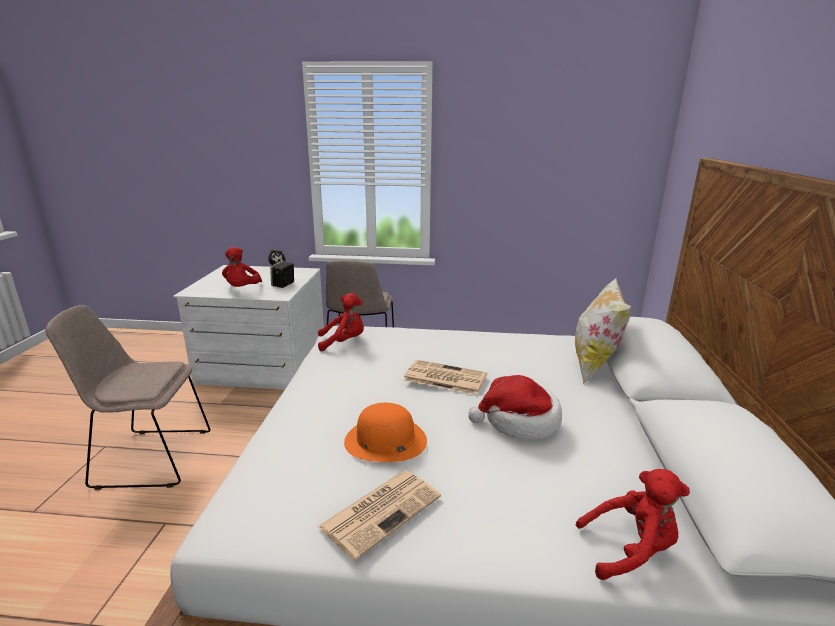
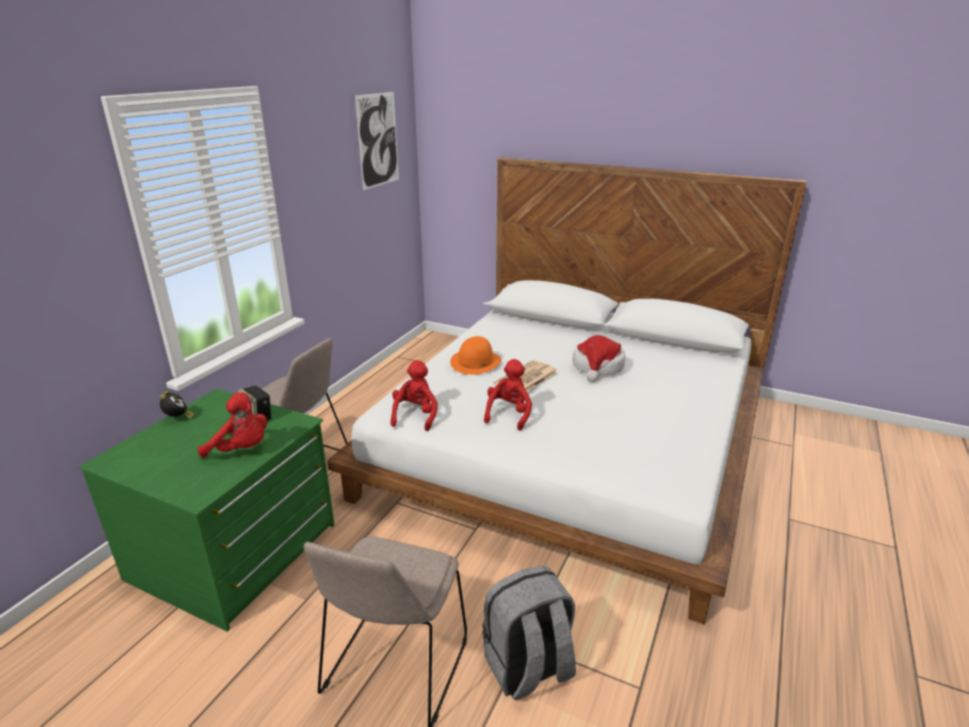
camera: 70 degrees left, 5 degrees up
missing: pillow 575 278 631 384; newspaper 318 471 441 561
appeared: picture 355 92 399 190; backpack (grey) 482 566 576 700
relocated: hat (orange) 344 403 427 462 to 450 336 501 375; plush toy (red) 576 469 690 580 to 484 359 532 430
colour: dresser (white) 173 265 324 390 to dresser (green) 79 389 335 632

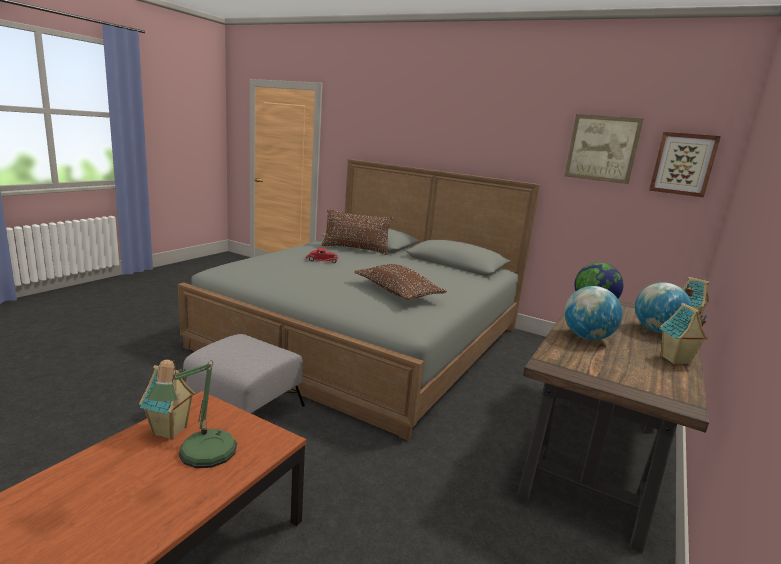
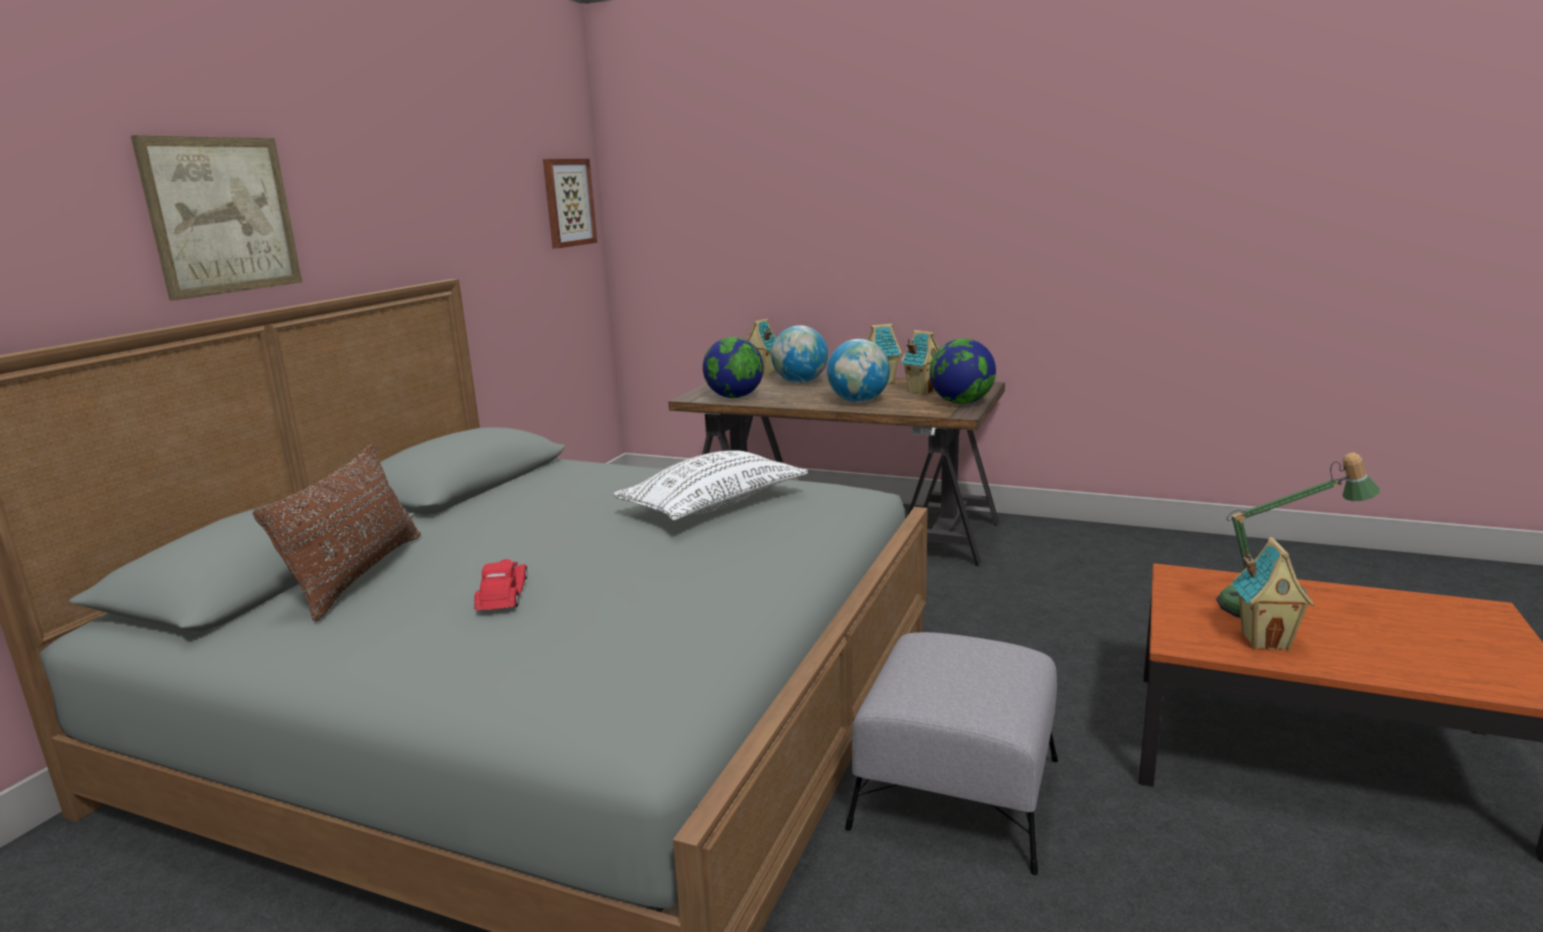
camera: 95 degrees left, 0 degrees up
appeared: toy house 901 330 939 395; globe 930 339 996 404
relocated: picture 564 114 644 184 to 131 135 302 301
colour: pillow (brown) 354 264 447 300 to pillow (white) 614 450 808 521

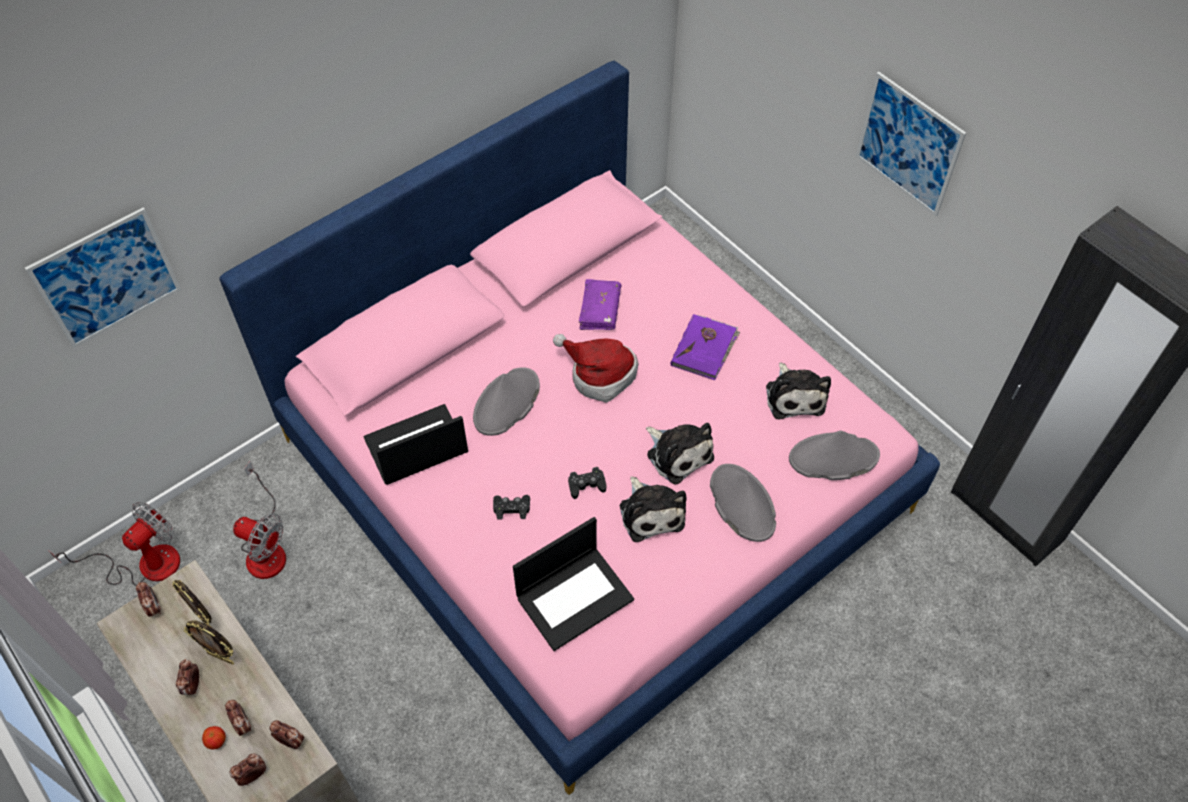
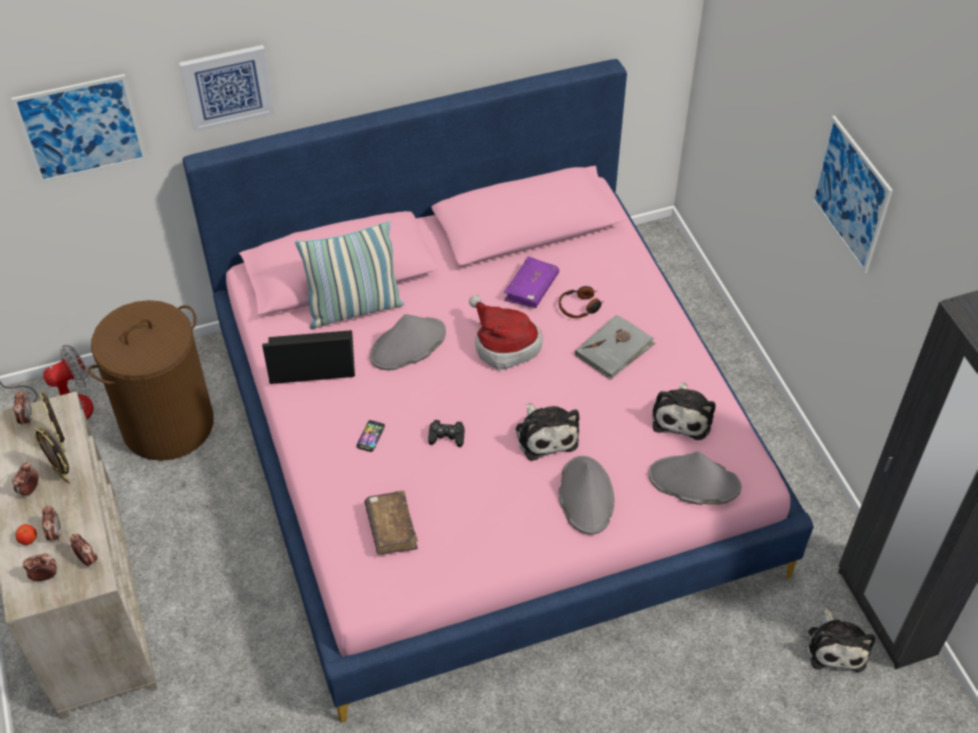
camera: 20 degrees right, 5 degrees down
appeared: picture 179 45 275 132; pillow 295 221 404 329; headphones 559 286 604 318
relocated: plush toy 619 476 687 542 to 807 608 875 672
exchanged: fan 233 461 286 579 to laundry basket (brown) 88 300 214 461; game controller (black) 493 495 530 520 to phone 356 420 385 452; laptop 513 517 634 651 to book (brown) 364 491 418 555
colour: book (purple) 671 314 740 380 to book (grey) 575 315 656 380

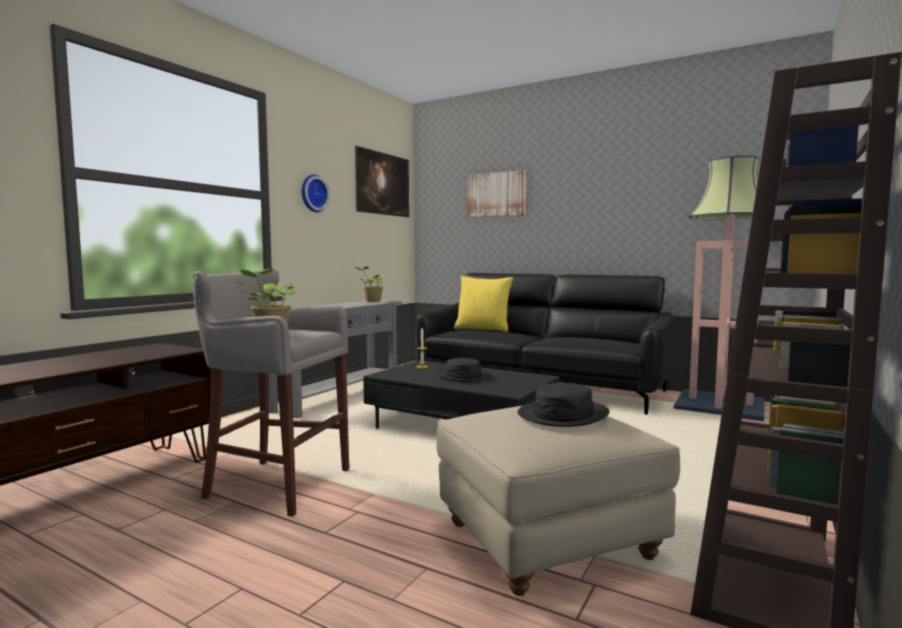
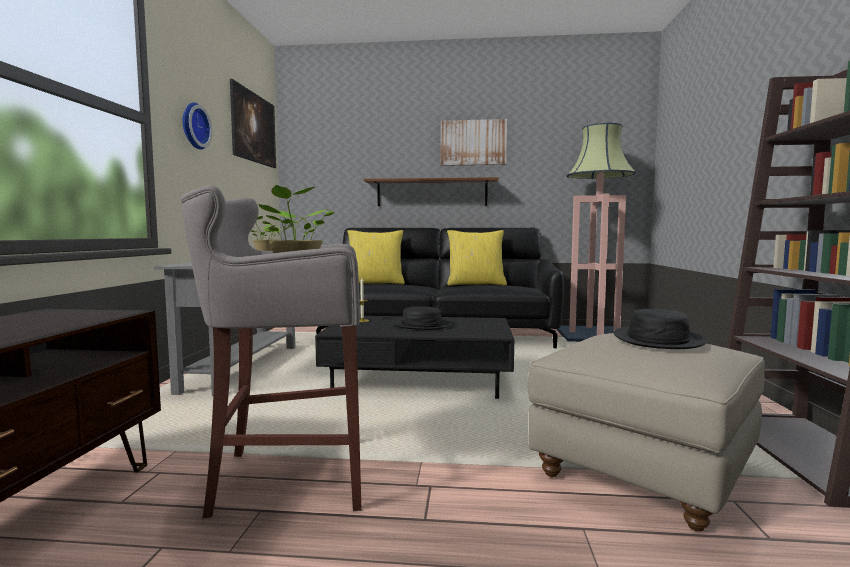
camera: 25 degrees left, 0 degrees up
appeared: shelf 364 177 499 206; pillow (yellow) 447 230 507 286
relocated: picture 467 170 527 217 to 441 119 507 166

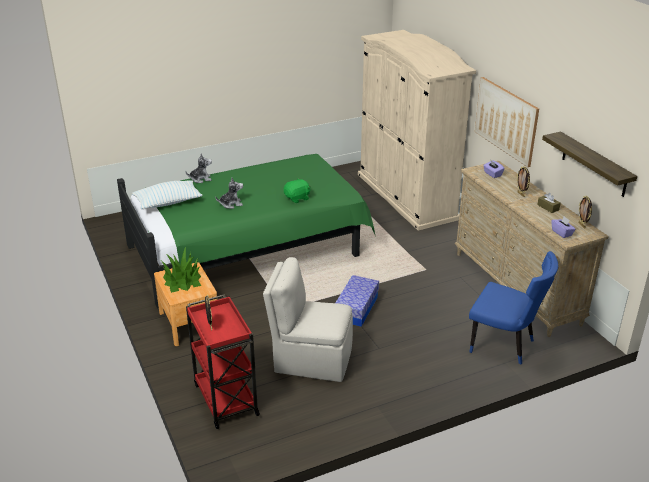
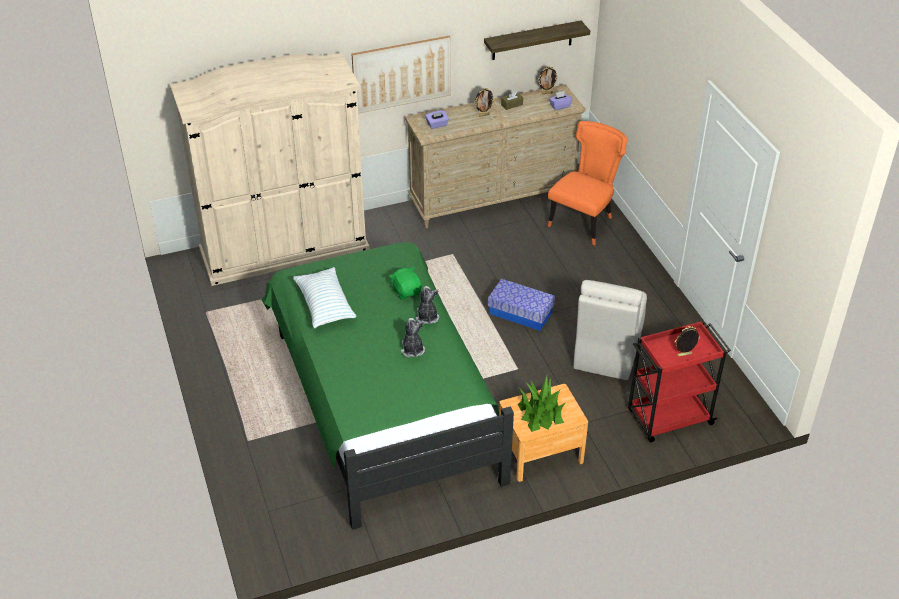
camera: 85 degrees left, 10 degrees up
relocated: plush toy 185 153 212 183 to 416 286 439 324; pillow 132 180 202 209 to 293 267 357 328
colour: chair (blue) 469 251 558 365 to chair (orange) 548 121 627 245

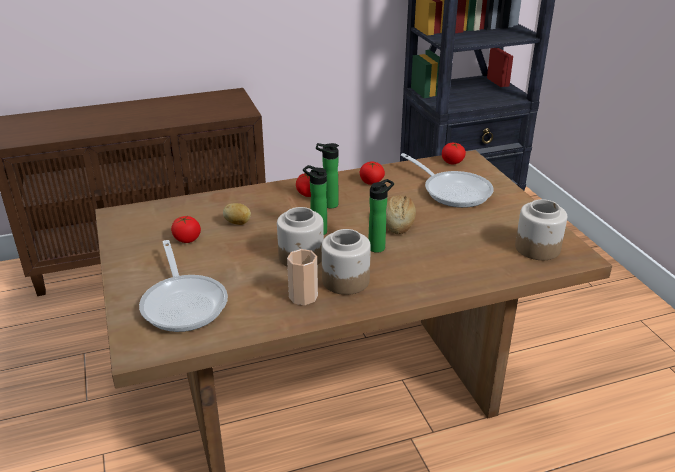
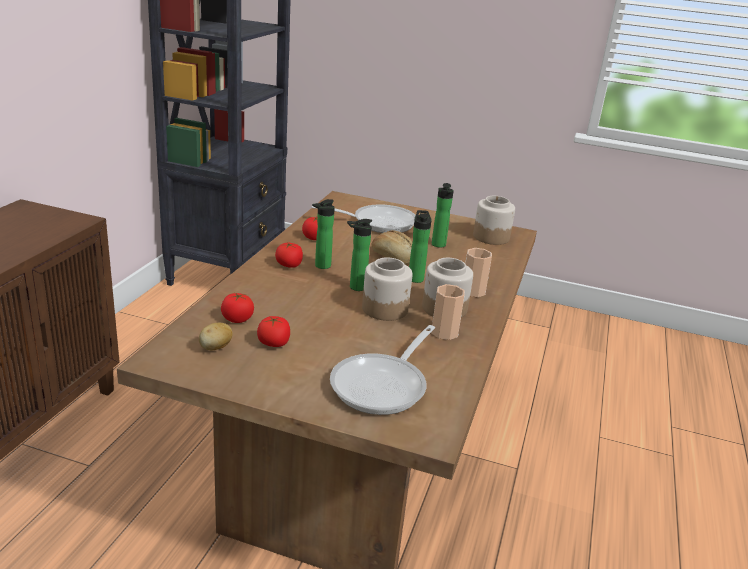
camera: 55 degrees left, 5 degrees down
appeared: bottle 432 183 454 248; cup 465 248 492 297
relocated: tomato 442 143 466 164 to 221 293 254 323; potato 223 203 251 225 to 199 323 232 350
spun: frying pan 139 240 228 332 = 330 325 435 415 105 degrees clockwise

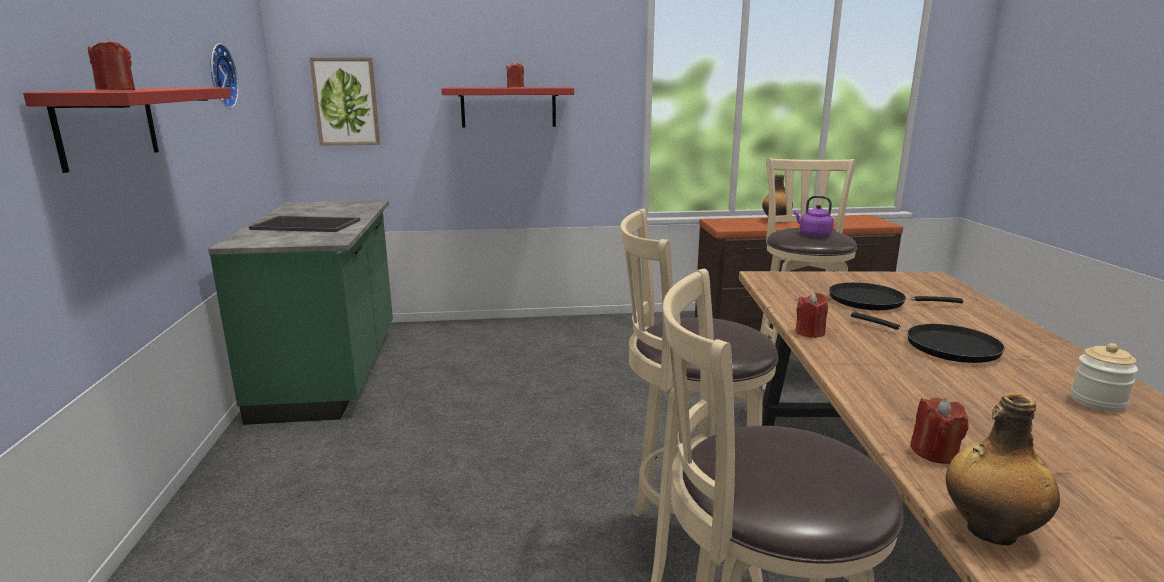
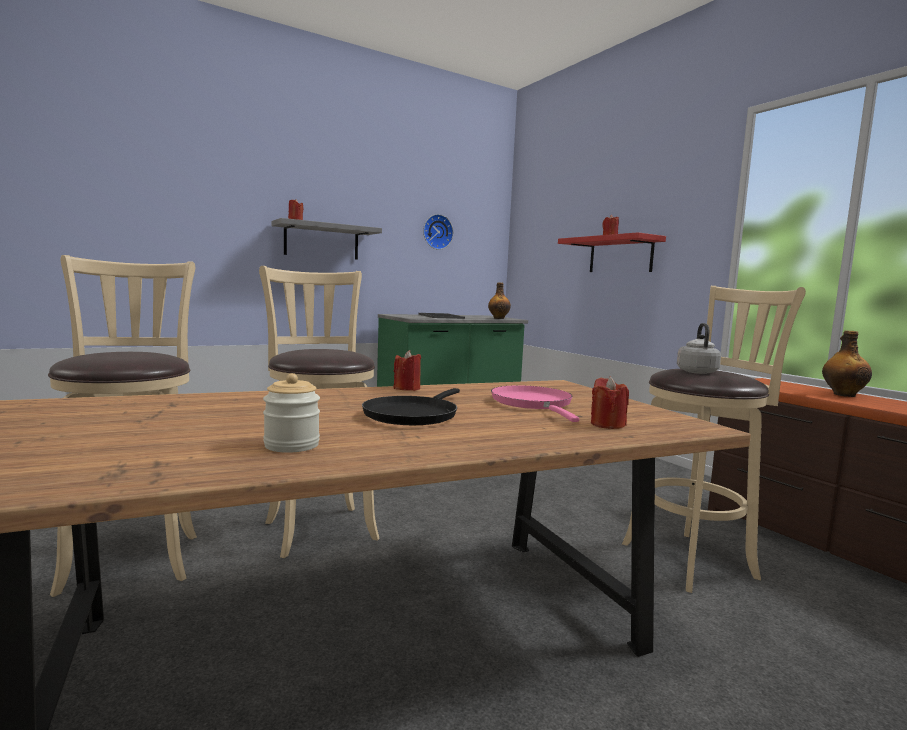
camera: 65 degrees right, 10 degrees down
missing: picture 309 58 380 145
relocated: bottle 946 392 1060 545 to 488 282 511 319; candle (red) 910 397 969 464 to 591 376 629 429
colour: shelf (red) 23 88 231 173 to shelf (grey) 271 218 382 260; kettle (purple) 793 196 834 237 to kettle (grey) 677 323 721 374; frying pan (black) 829 282 963 310 to frying pan (pink) 491 385 579 422

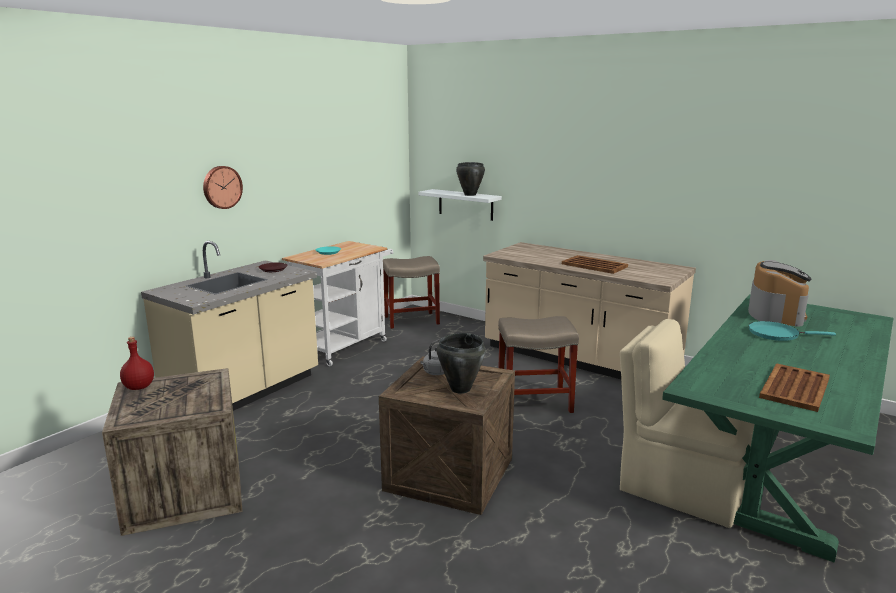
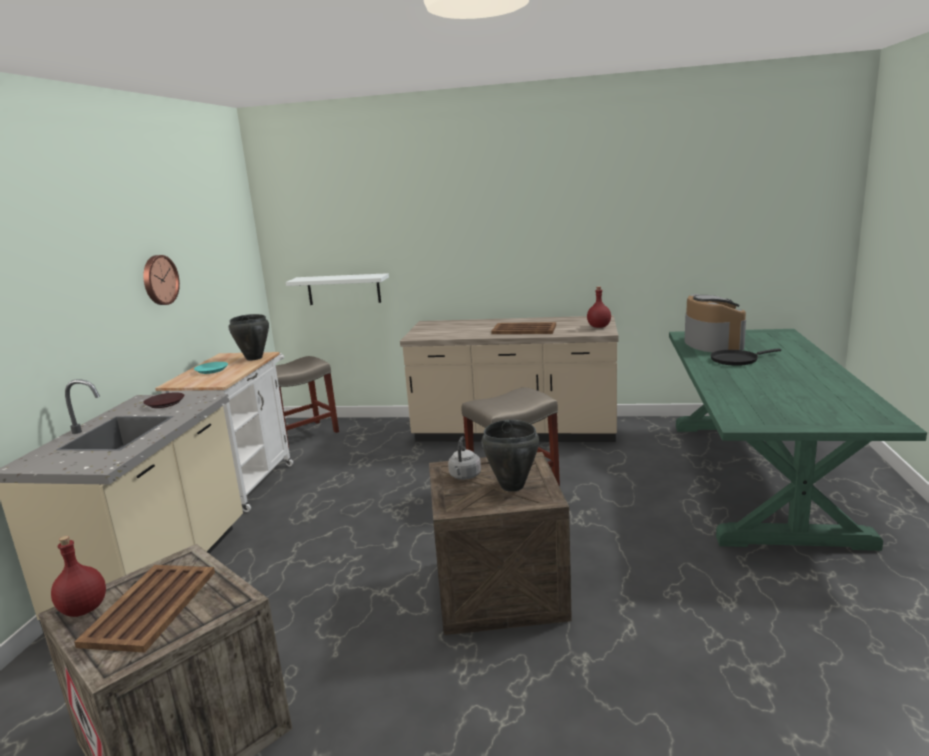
camera: 25 degrees left, 0 degrees up
missing: chair (beige) 620 319 754 528
appeared: bottle (red) 587 286 611 328
relocated: cooking pot (black) 456 162 485 196 to 229 314 269 361; wall clock 203 166 243 209 to 143 255 180 305; tray (brown) 759 363 830 412 to 74 565 215 653
colour: frying pan (turquoise) 749 321 836 341 to frying pan (black) 711 348 781 366

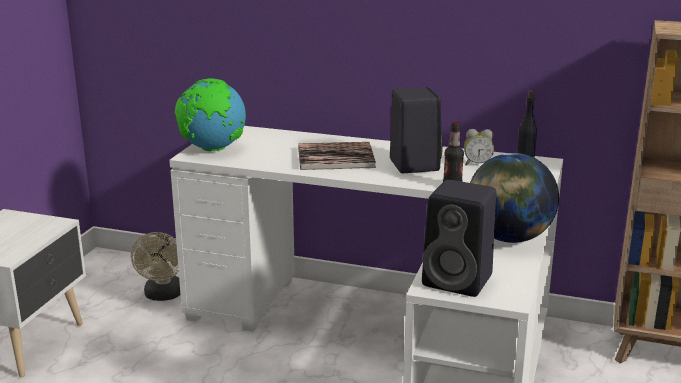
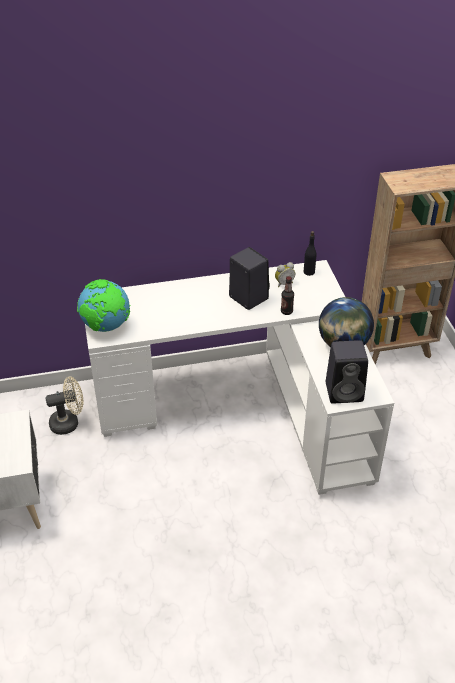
camera: 30 degrees left, 20 degrees up
missing: book 298 142 376 170
spun: fan (beige) 131 232 180 301 = 46 376 83 435 75 degrees counterclockwise

